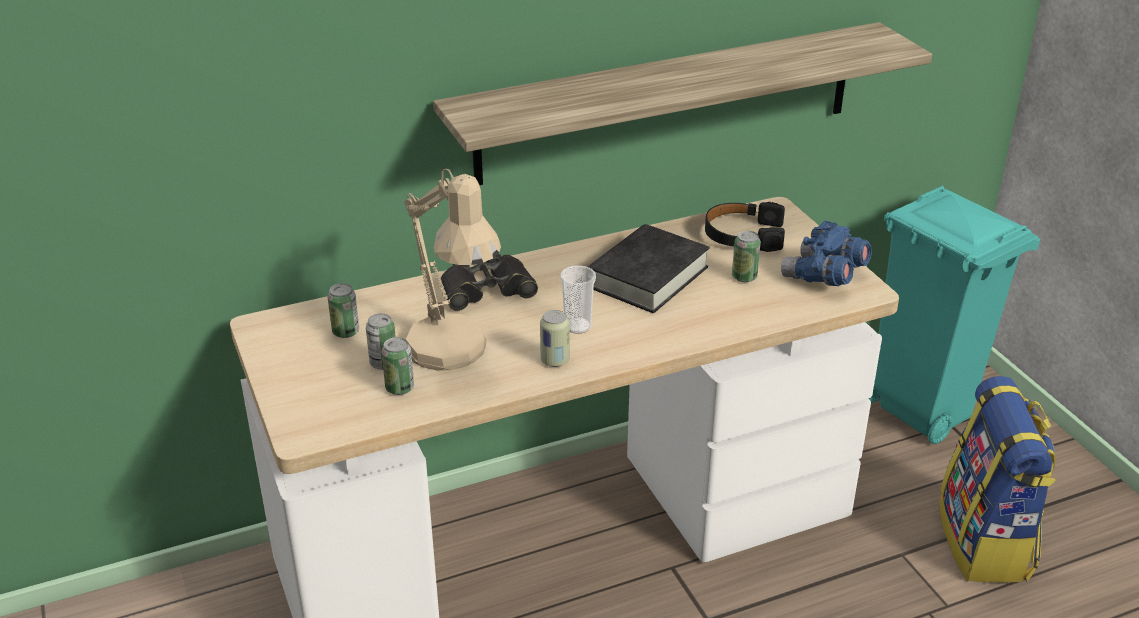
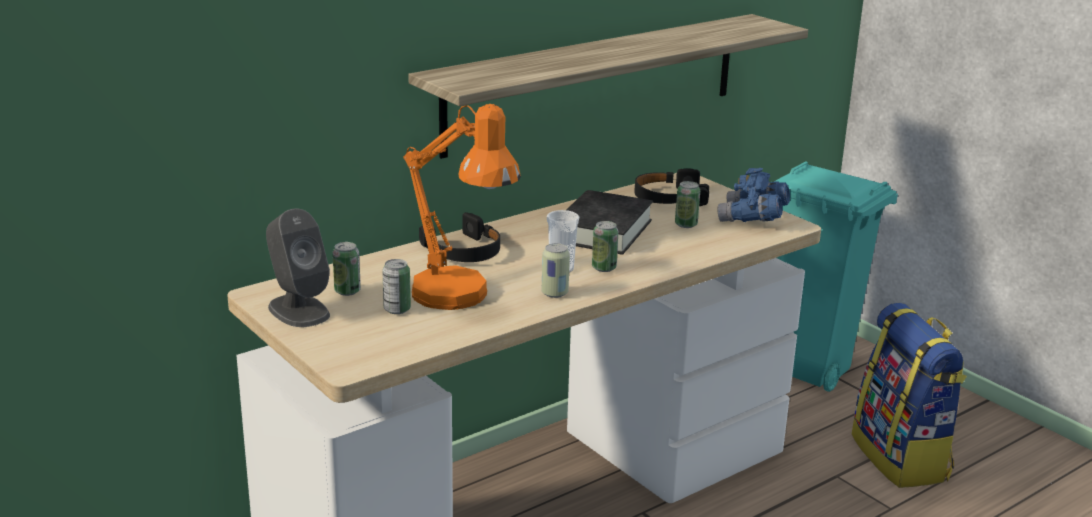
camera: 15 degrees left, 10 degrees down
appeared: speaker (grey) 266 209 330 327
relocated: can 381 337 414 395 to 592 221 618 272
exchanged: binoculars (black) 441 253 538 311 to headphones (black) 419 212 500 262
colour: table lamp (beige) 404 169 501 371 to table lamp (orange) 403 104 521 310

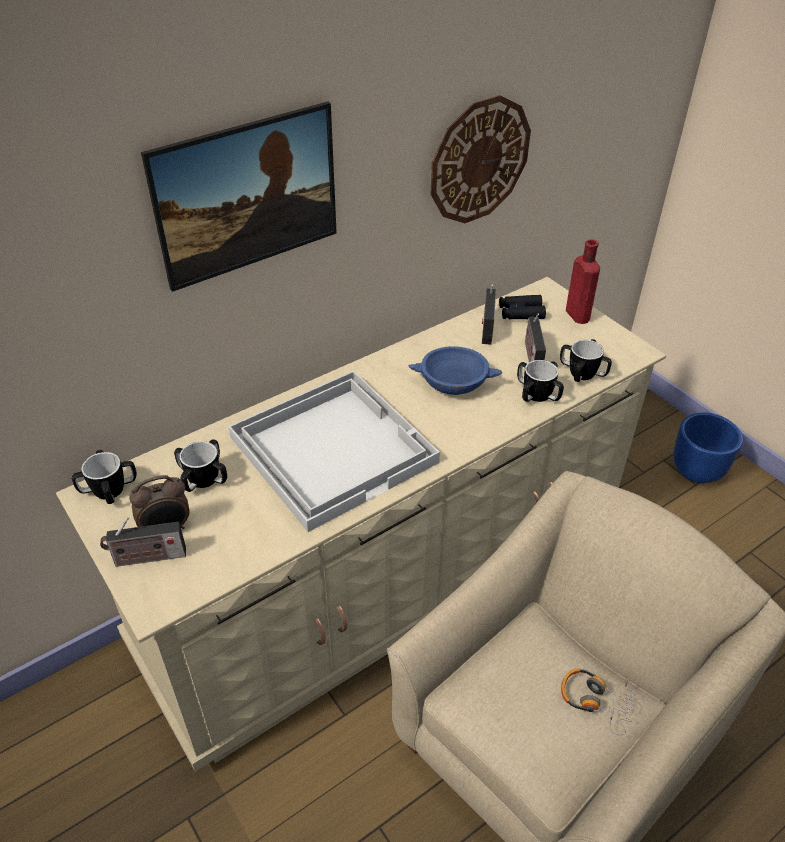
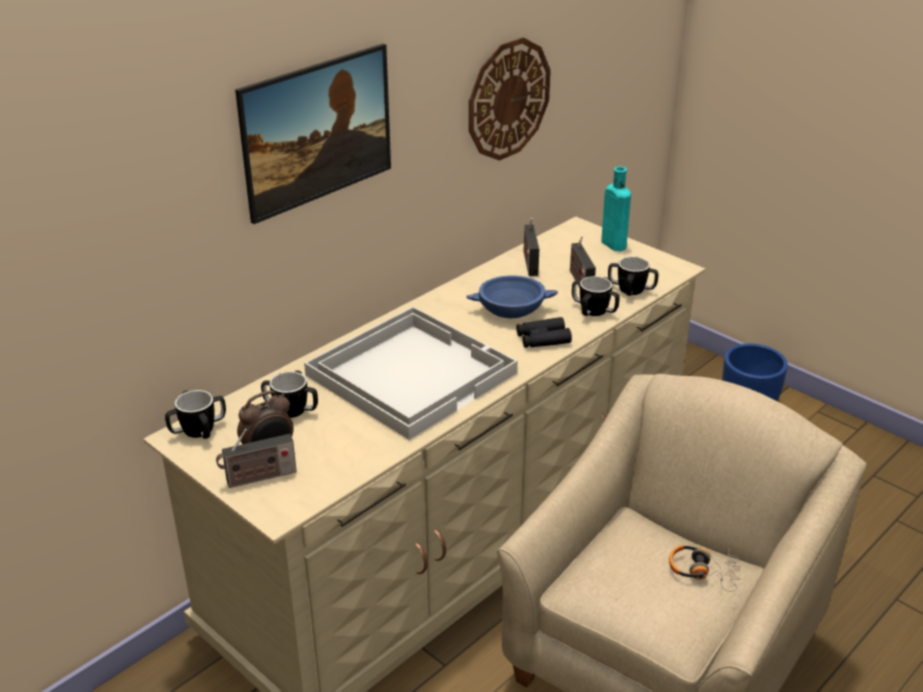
camera: 10 degrees left, 10 degrees down
relocated: binoculars (black) 499 295 546 319 to 516 317 572 348
colour: bottle (red) 566 239 600 324 to bottle (turquoise) 601 167 631 251

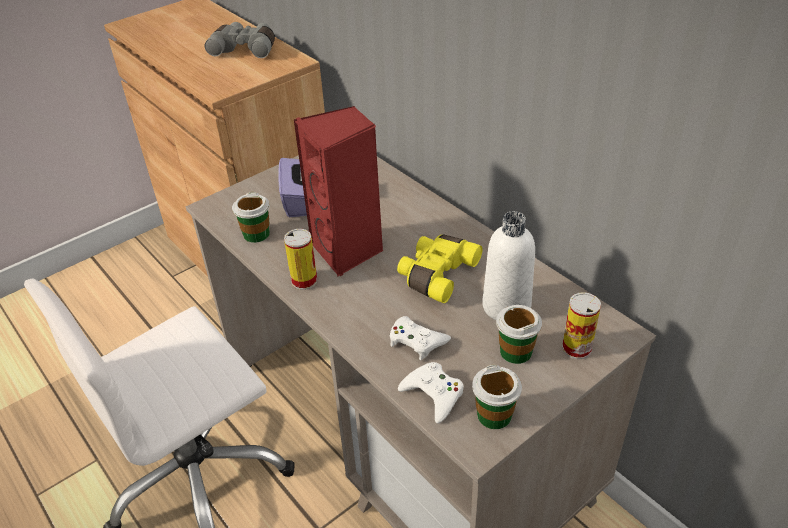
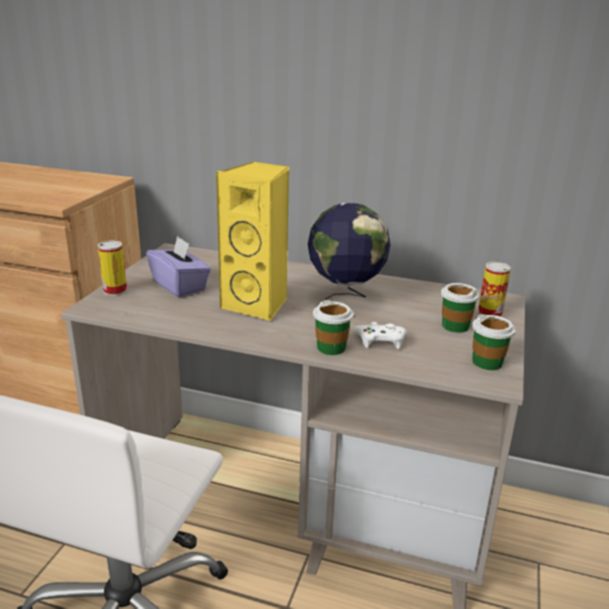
camera: 35 degrees left, 15 degrees down
missing: binoculars (grey) 205 22 275 58; bottle (white) 482 211 535 320; game controller (white) 398 362 464 424
relocated: cup 232 192 270 243 to 313 300 354 355; can 284 229 317 290 to 98 240 127 296
exchanged: binoculars (yellow) 397 234 483 303 to globe 308 203 391 317
colour: speaker (red) 294 106 383 277 to speaker (yellow) 216 162 289 321

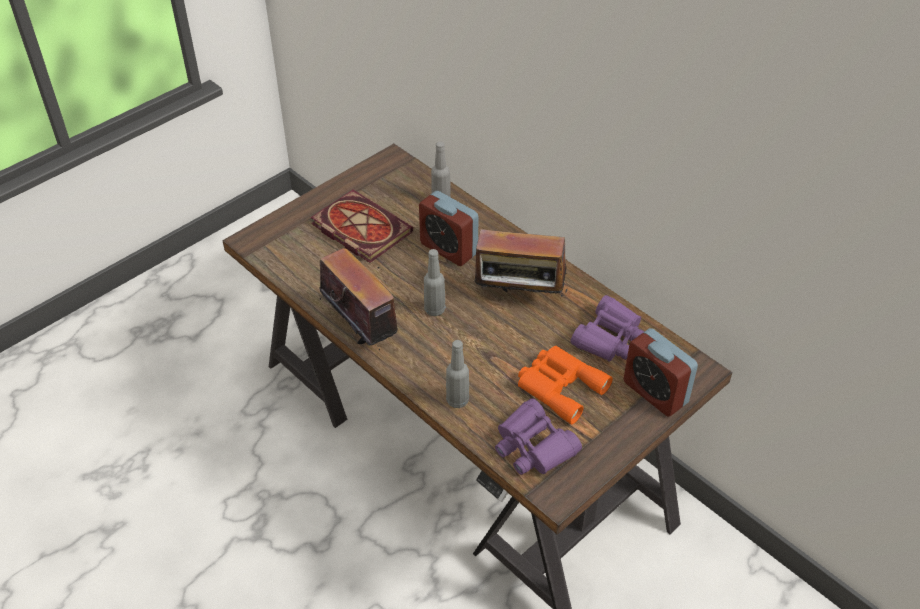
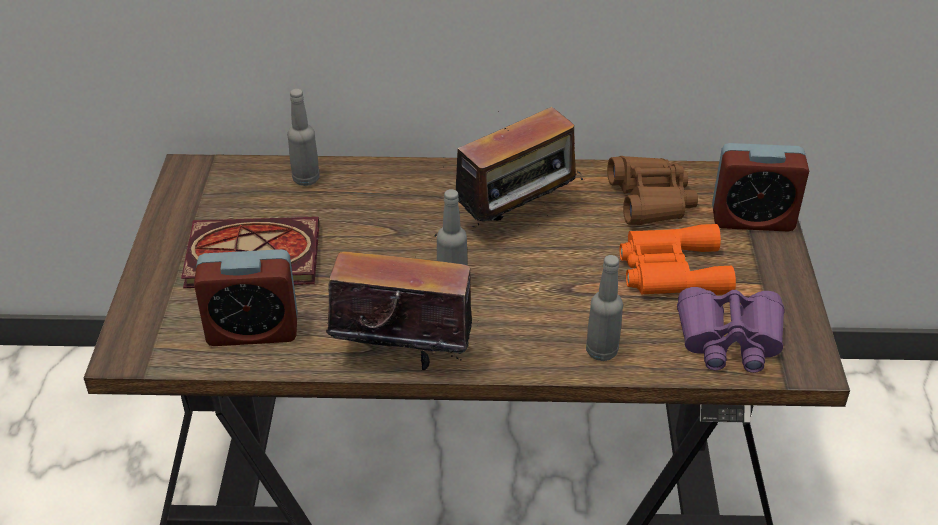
camera: 45 degrees left, 5 degrees down
relocated: alarm clock 419 191 479 266 to 194 249 298 346
colour: binoculars (purple) 571 295 645 362 to binoculars (brown) 607 156 698 225

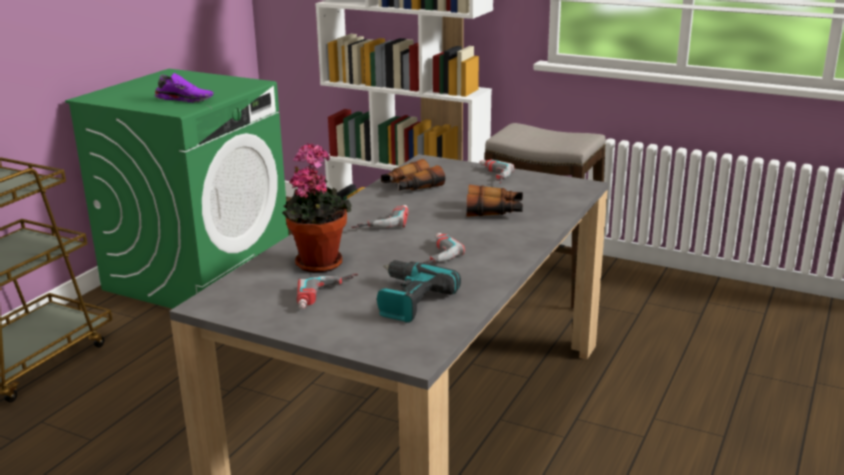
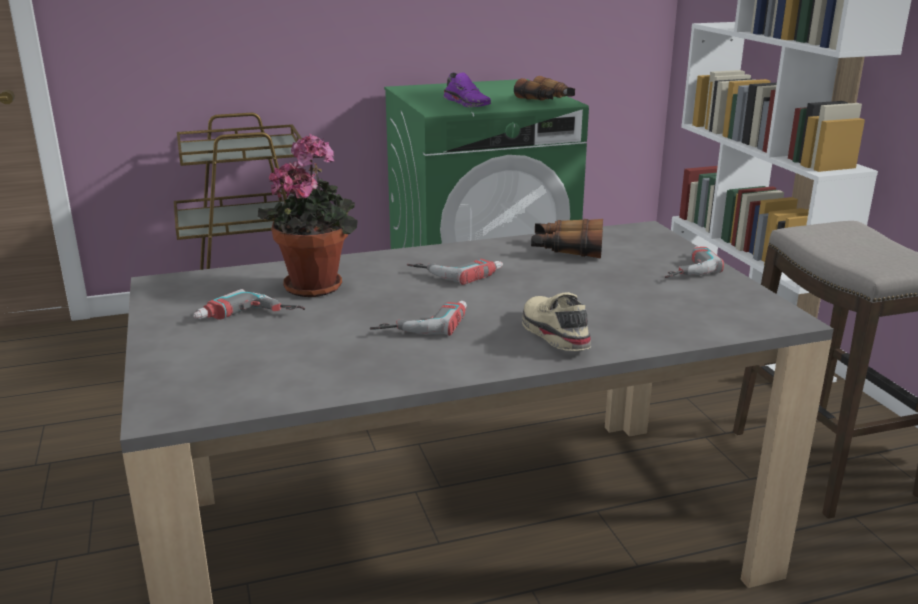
camera: 45 degrees right, 0 degrees up
missing: power drill 377 260 461 323
appeared: shoe (beige) 522 292 591 351
relocated: binoculars 466 185 523 217 to 514 76 575 101

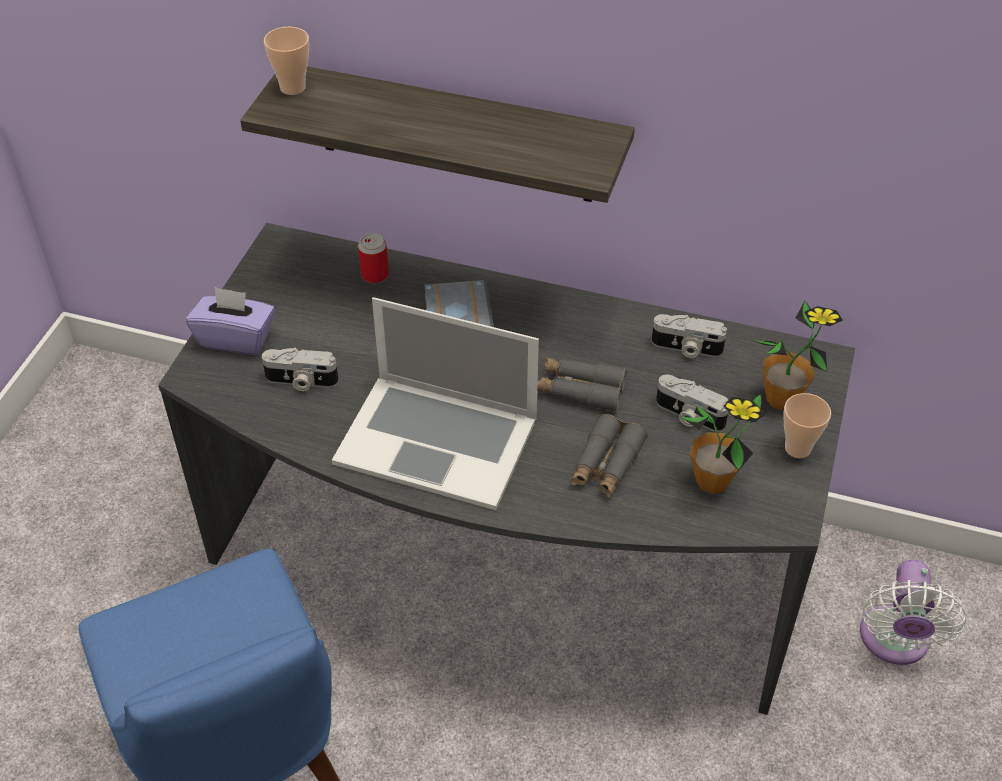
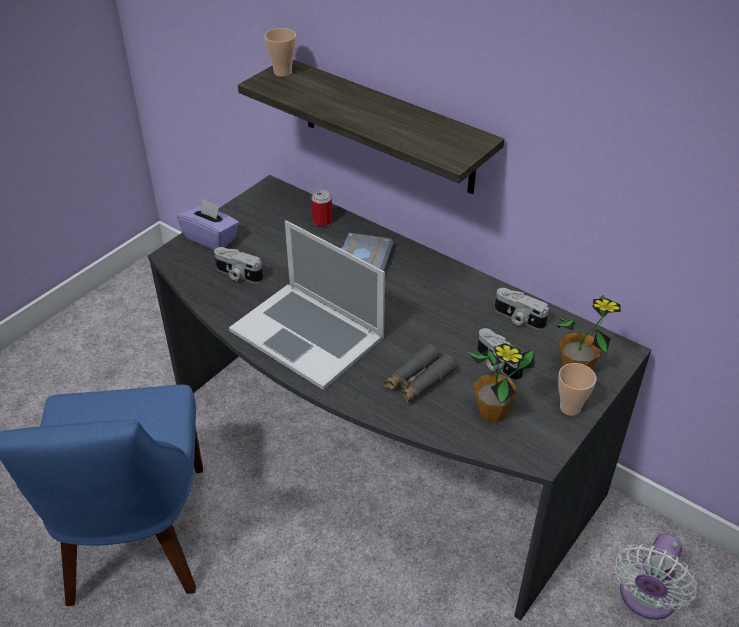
camera: 20 degrees right, 5 degrees down
missing: binoculars (grey) 537 358 627 412

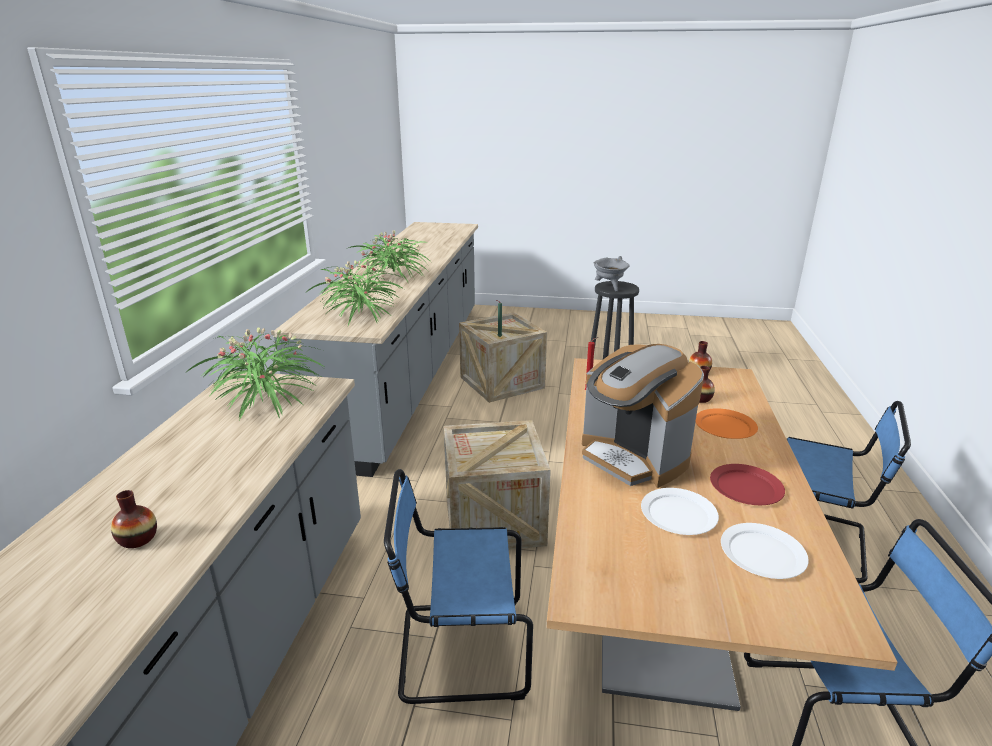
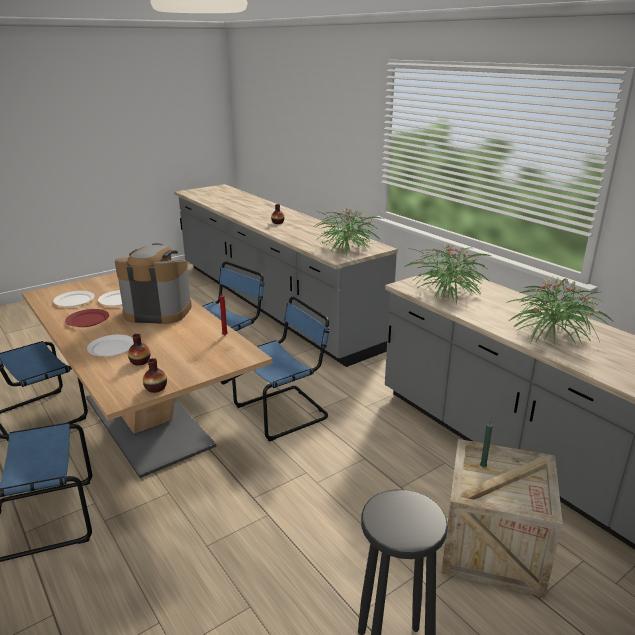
camera: 135 degrees right, 0 degrees up
missing: cooking pot (grey) 593 256 630 291
exchanged: crate 444 420 551 549 to chair (blue) 232 296 330 442
colour: plate (orange) 696 408 758 439 to plate (white) 87 335 134 356

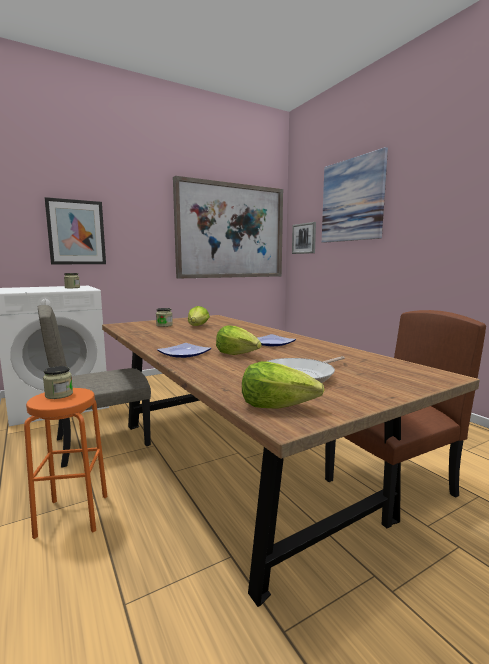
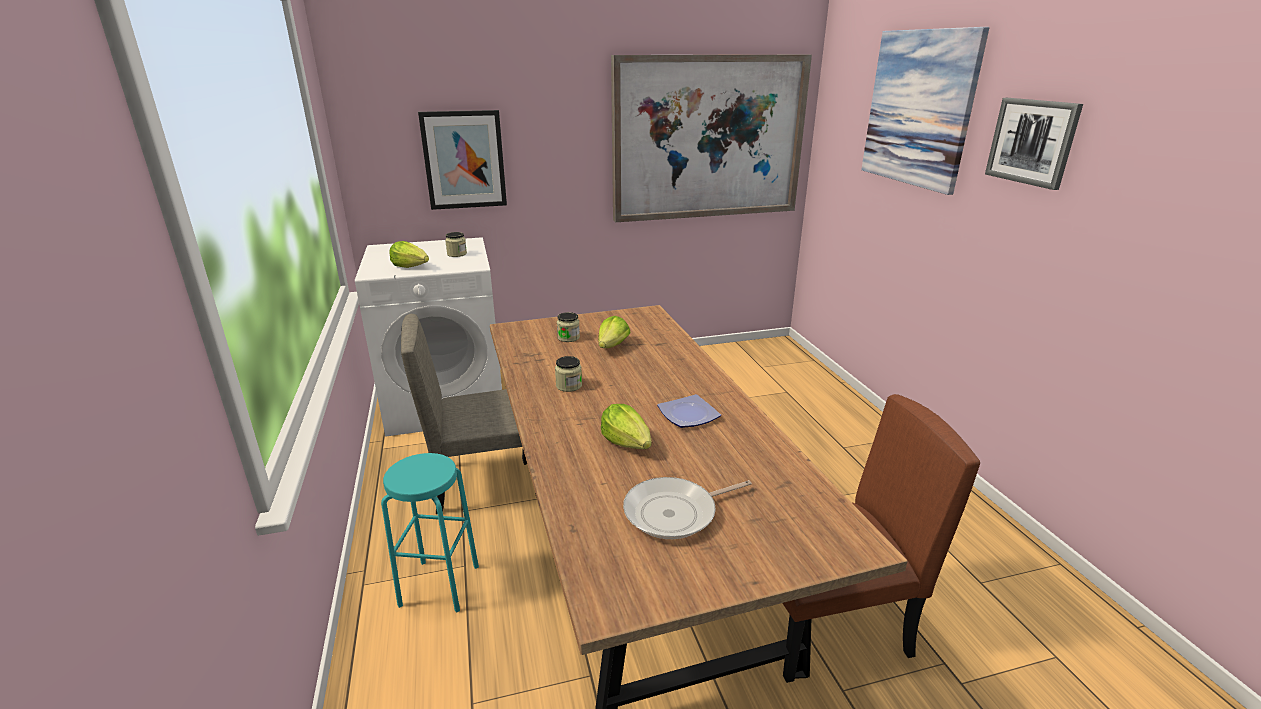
camera: 15 degrees right, 15 degrees up
missing: plate 157 343 211 358
relocated: picture 292 222 316 254 to 985 98 1083 190; lettuce 242 361 324 409 to 389 241 429 268; jar 43 366 73 399 to 555 356 582 392
colour: stool (orange) 24 388 108 539 to stool (turquoise) 381 453 479 613

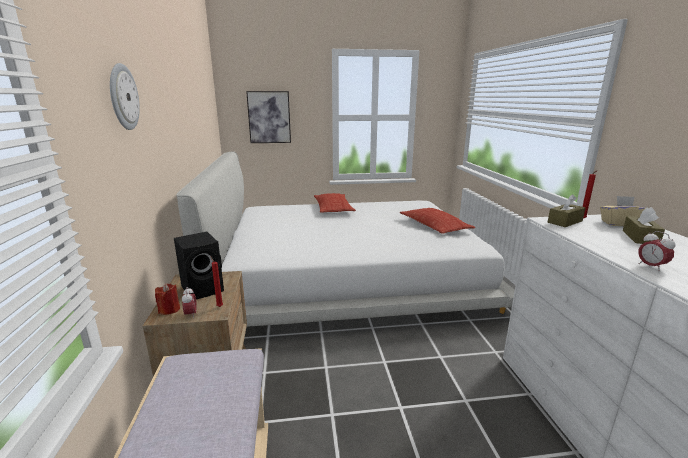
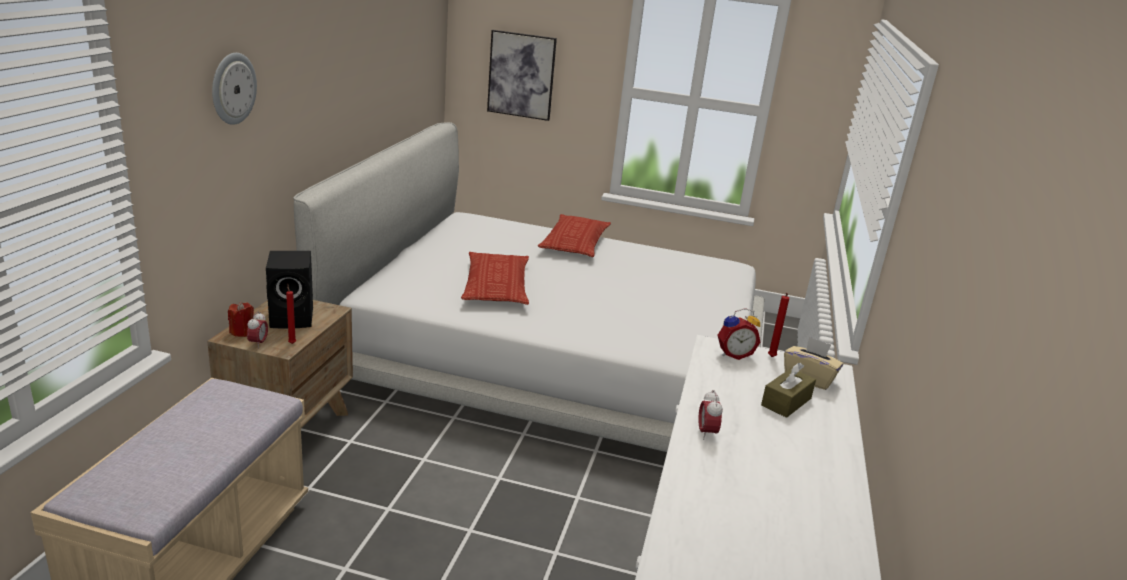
camera: 20 degrees right, 5 degrees up
relocated: pillow 400 208 475 234 to 461 252 529 305
exchanged: tissue box (brown) 548 194 585 227 to alarm clock 718 308 760 360

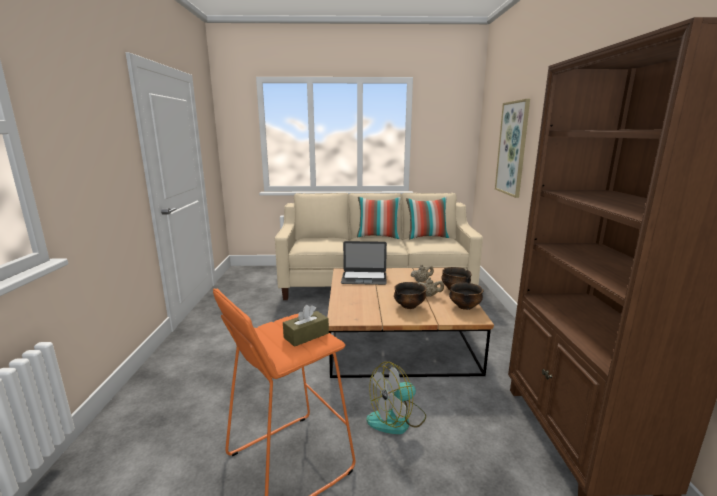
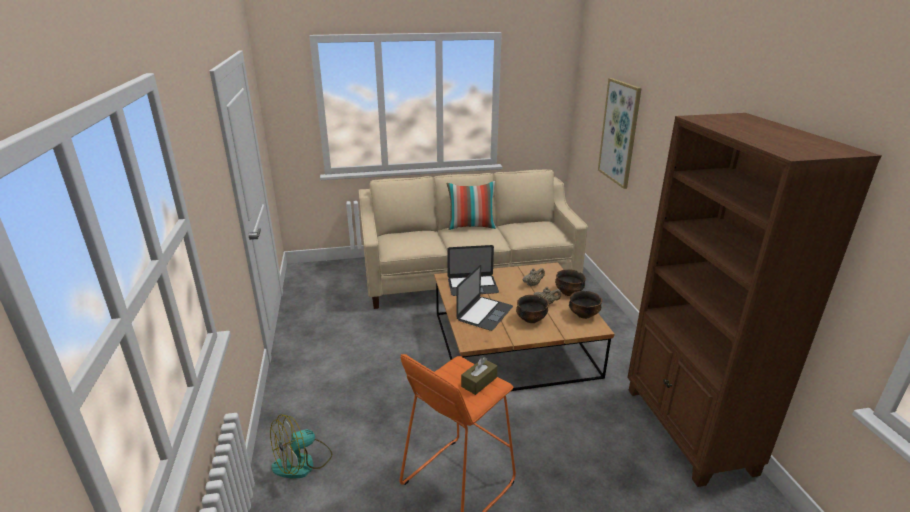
camera: 10 degrees left, 10 degrees up
missing: pillow 406 197 449 239
appeared: laptop 457 265 513 331
relocated: fan 366 362 426 434 to 270 414 332 479

